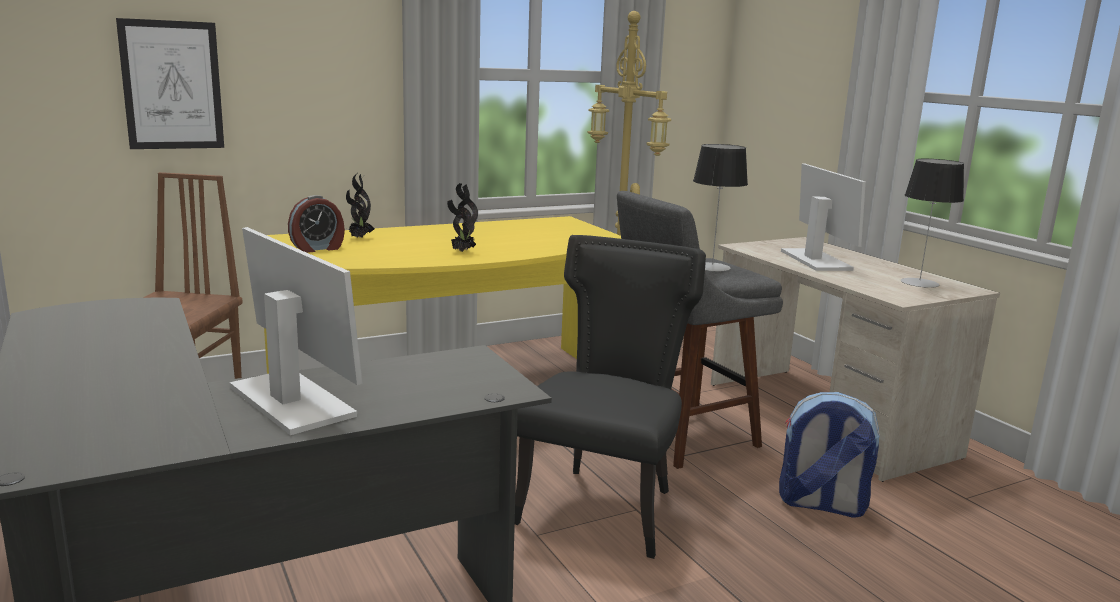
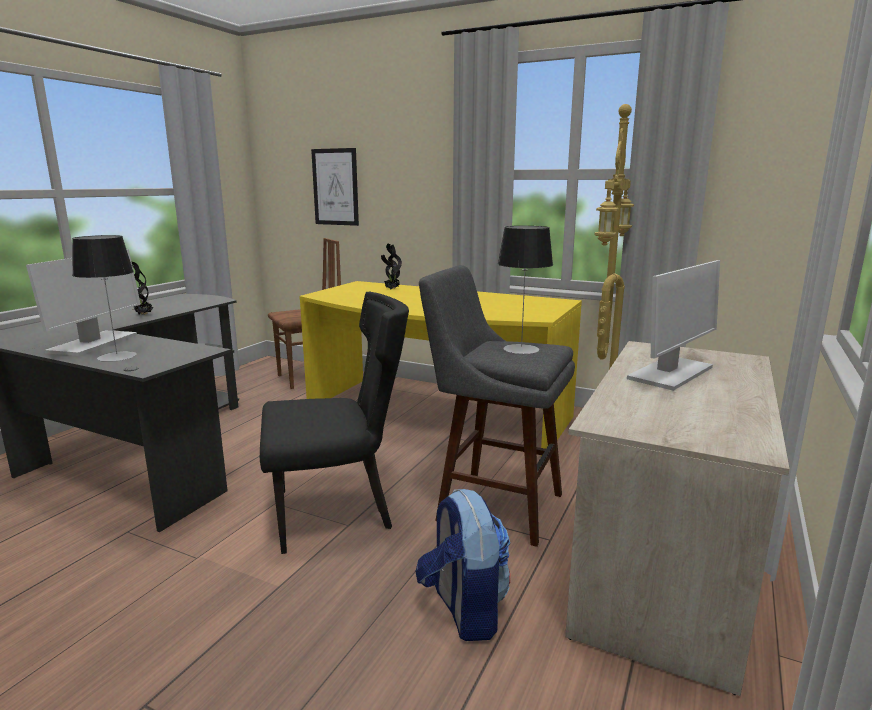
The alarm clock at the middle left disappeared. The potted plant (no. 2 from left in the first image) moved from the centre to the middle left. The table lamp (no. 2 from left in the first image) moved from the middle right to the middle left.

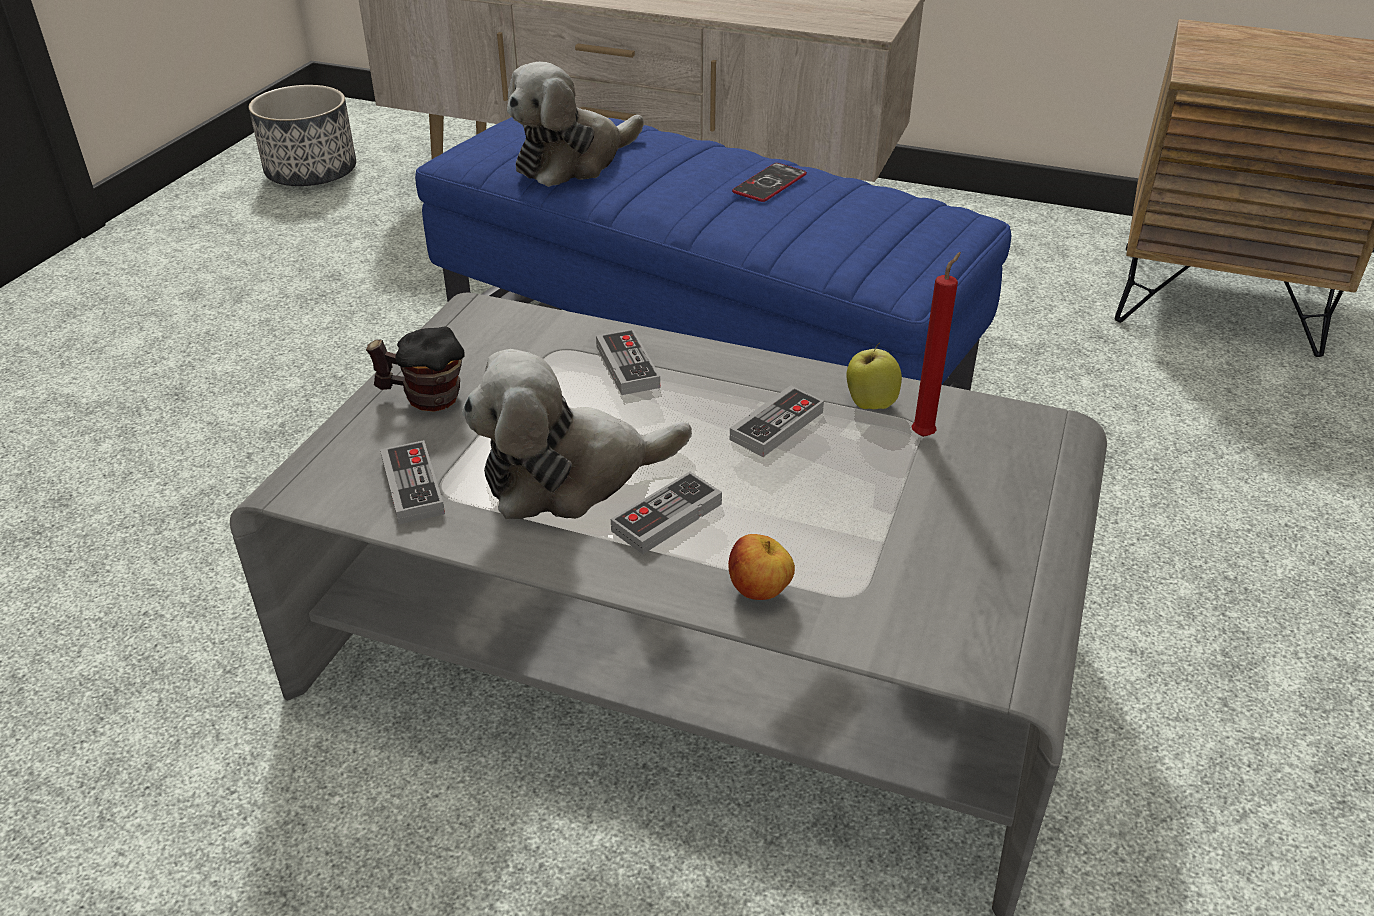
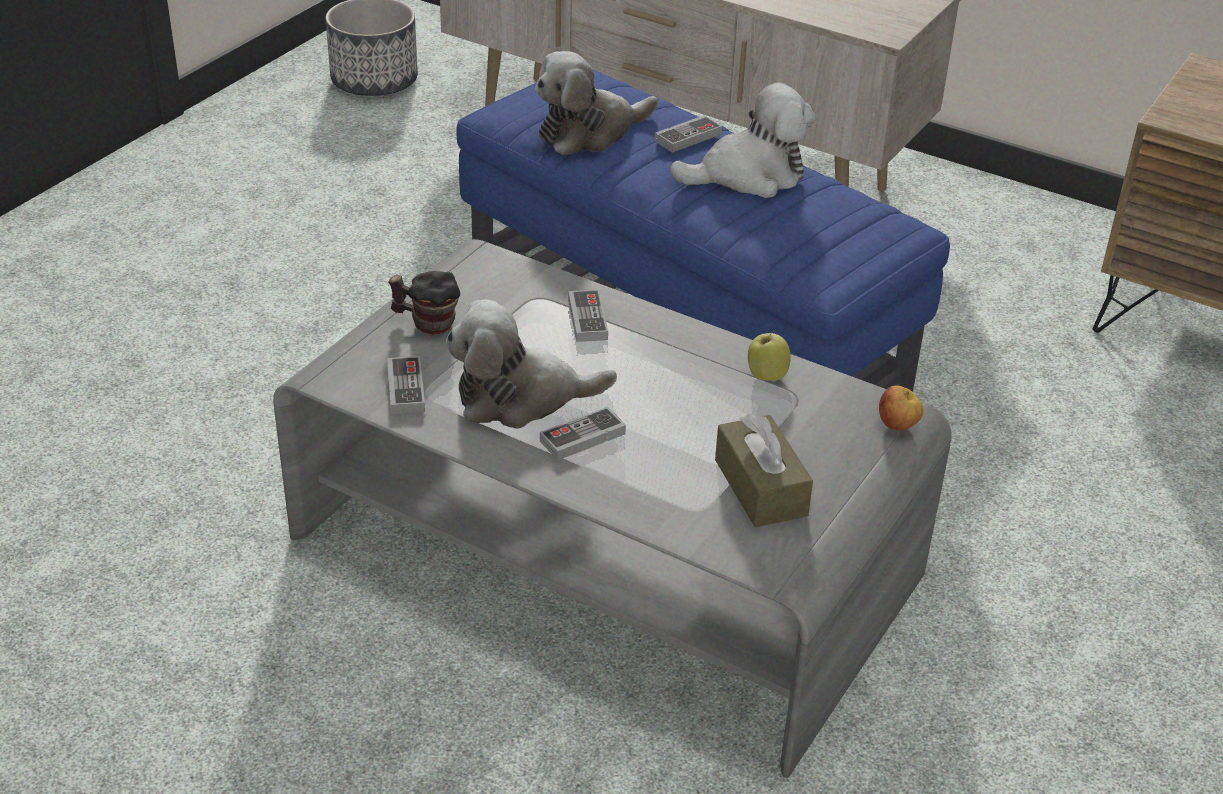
The apple (no. 1 from left in the first image) moved from the centre to the middle right. The game controller (no. 4 from left) moved from the centre to the top centre. The phone at the top centre was replaced by the plush toy (no. 3 from left) at the top centre. The red candle at the middle right disappeared. The brown tissue box at the centre appeared.

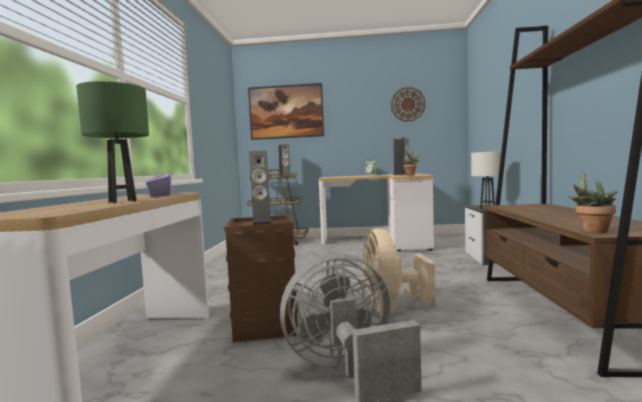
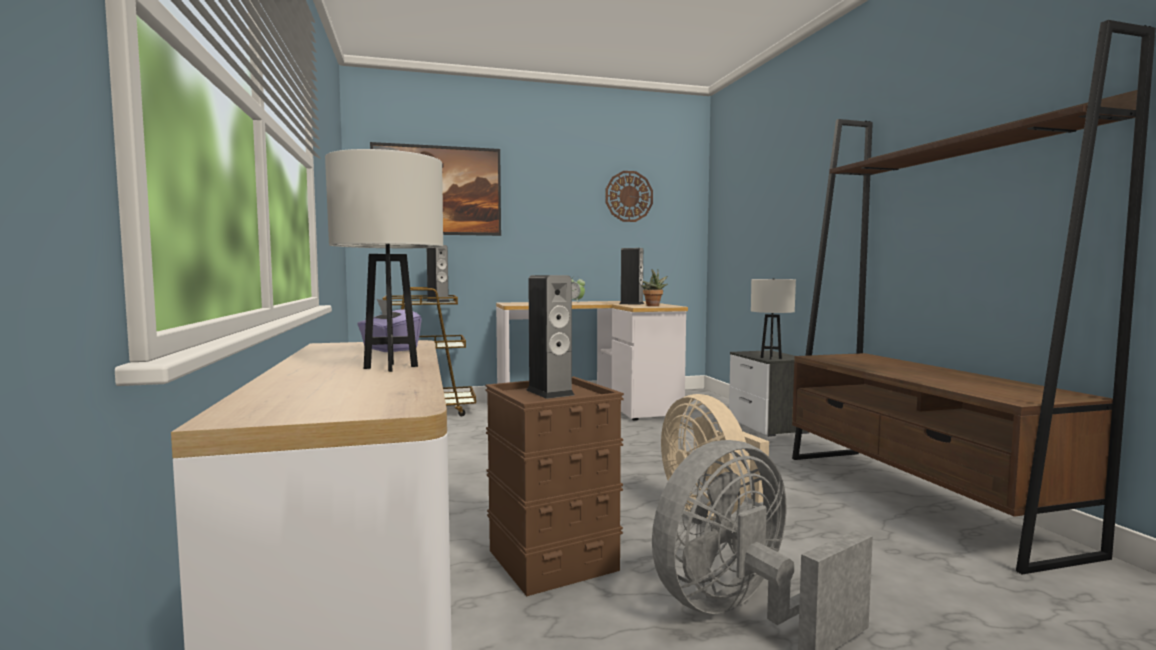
The green table lamp at the middle left became the white table lamp (no. 1 from left) at the middle left. The potted plant (no. 2 from left) at the middle right disappeared.

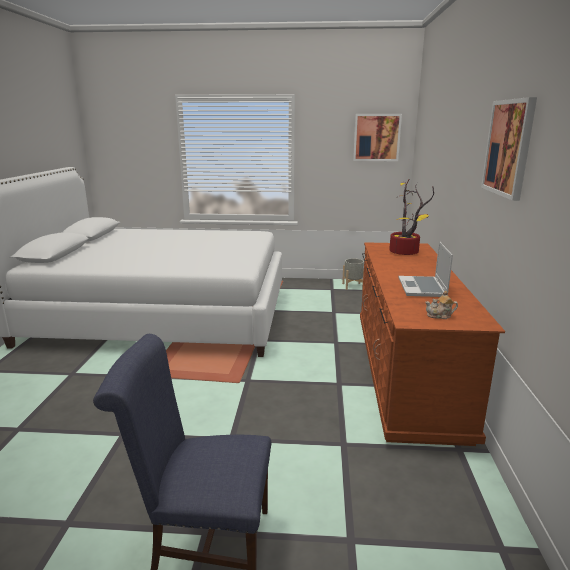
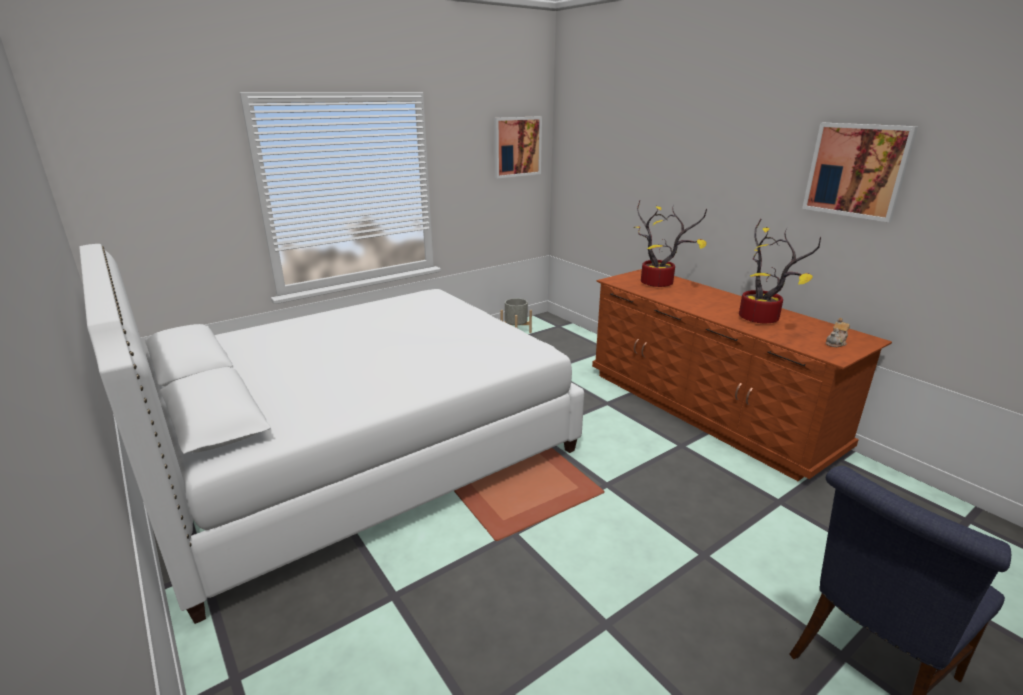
The laptop at the middle right was replaced by the potted plant (no. 2 from left) at the middle right.

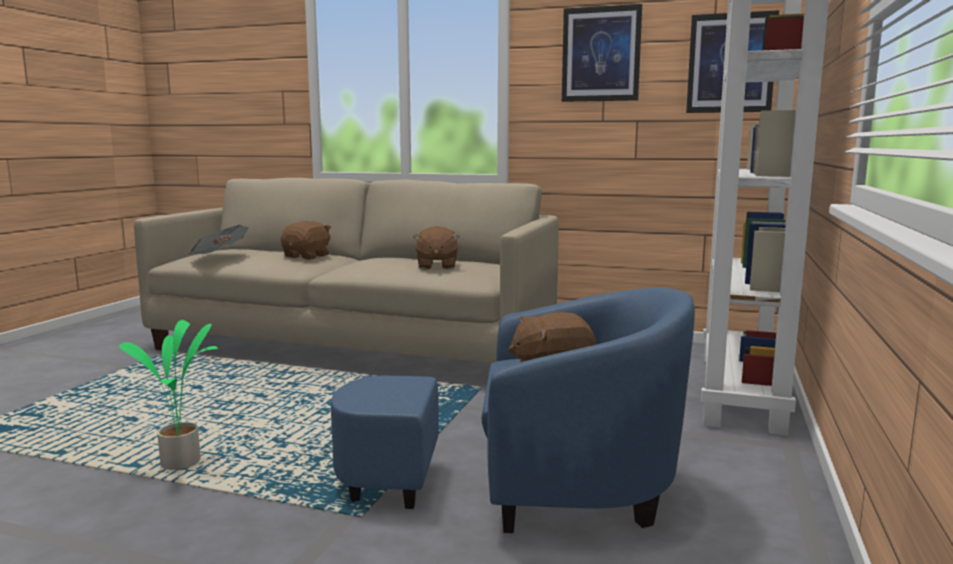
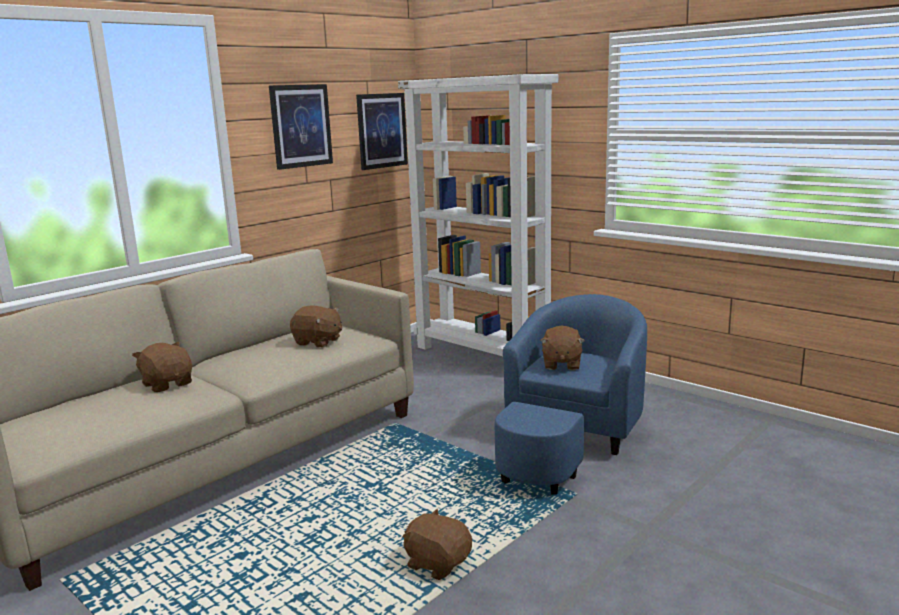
The potted plant at the bottom left was replaced by the brown plush toy (no. 3 from left) at the bottom centre. The newspaper at the middle left disappeared.

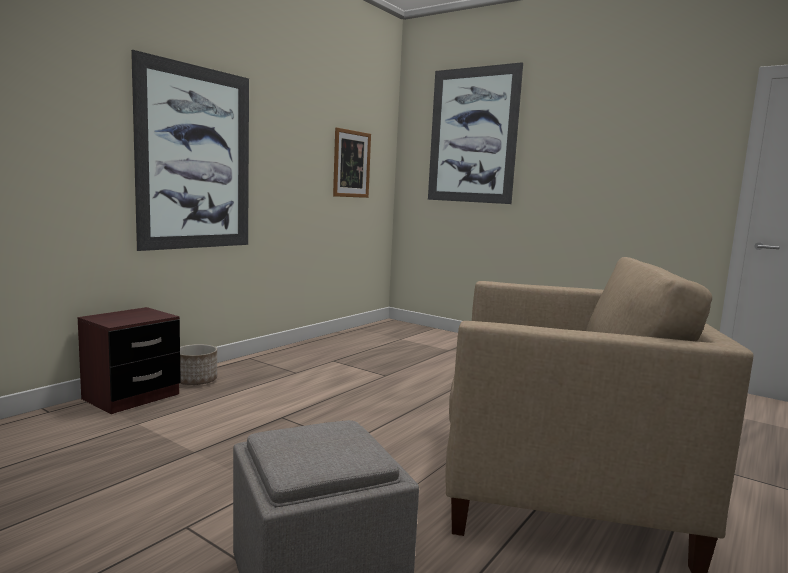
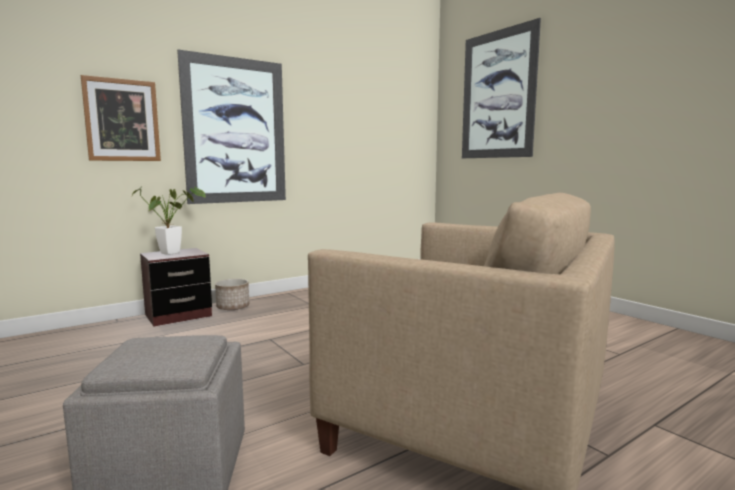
The picture (no. 2 from left in the first image) moved from the top centre to the top left. The potted plant at the middle left appeared.

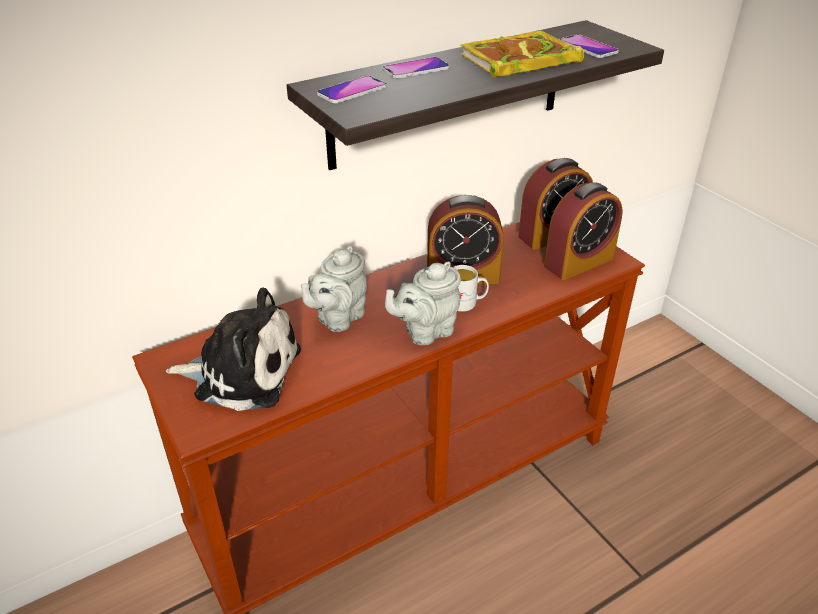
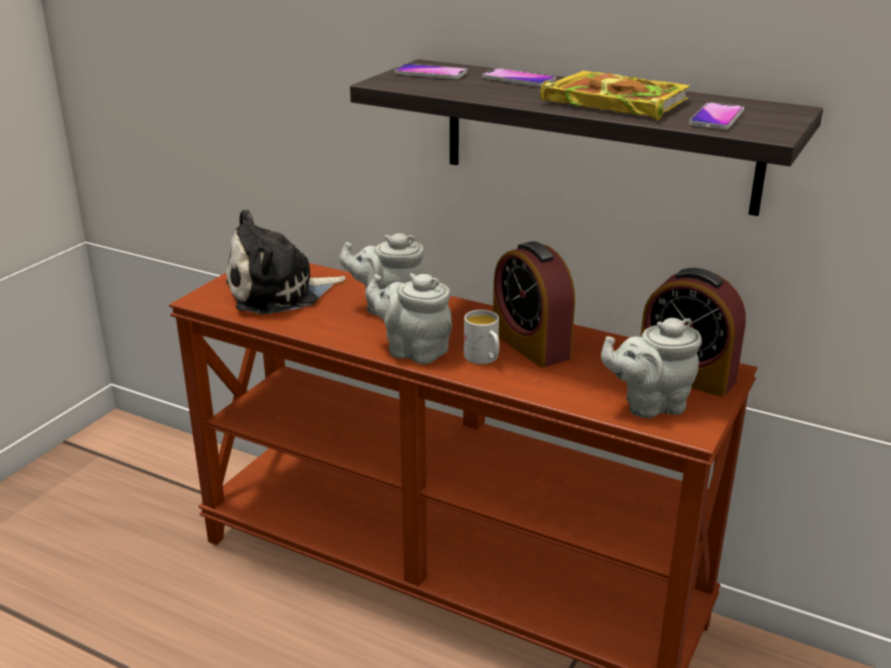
The plush toy at the middle left turned 90 degrees clockwise. The alarm clock (no. 3 from left) at the middle right was replaced by the grey teapot (no. 3 from left) at the middle right.

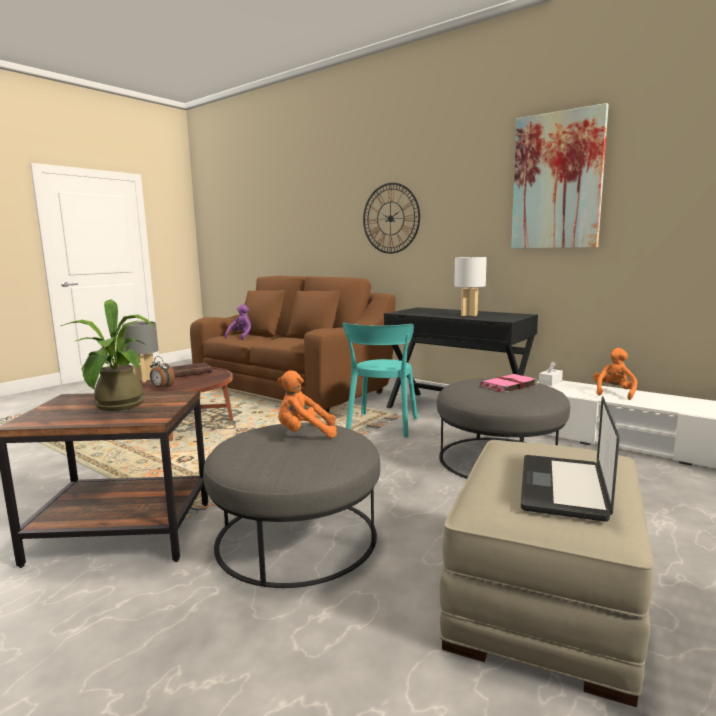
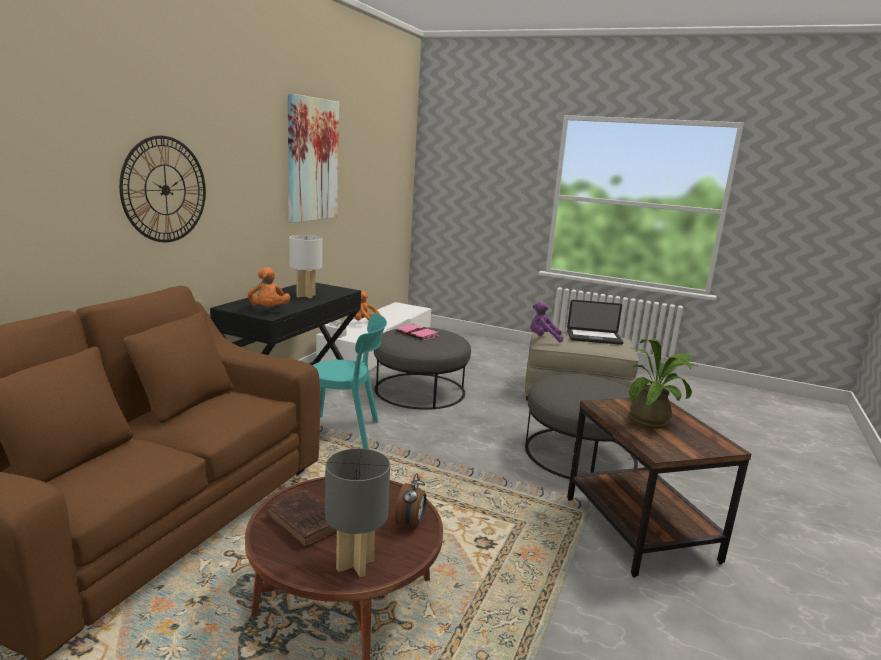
The purple plush toy moved from the middle left to the centre. The orange plush toy (no. 1 from left) moved from the centre to the middle left.

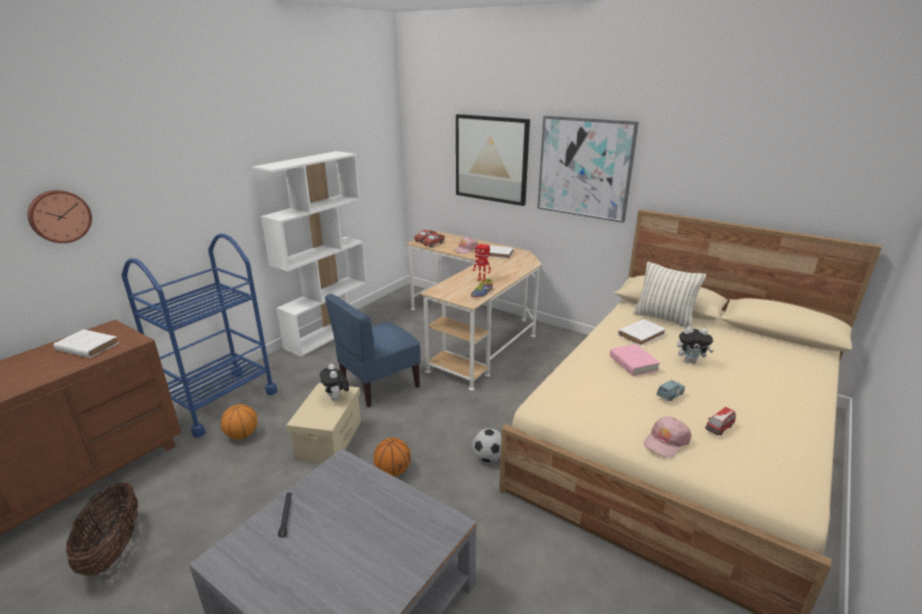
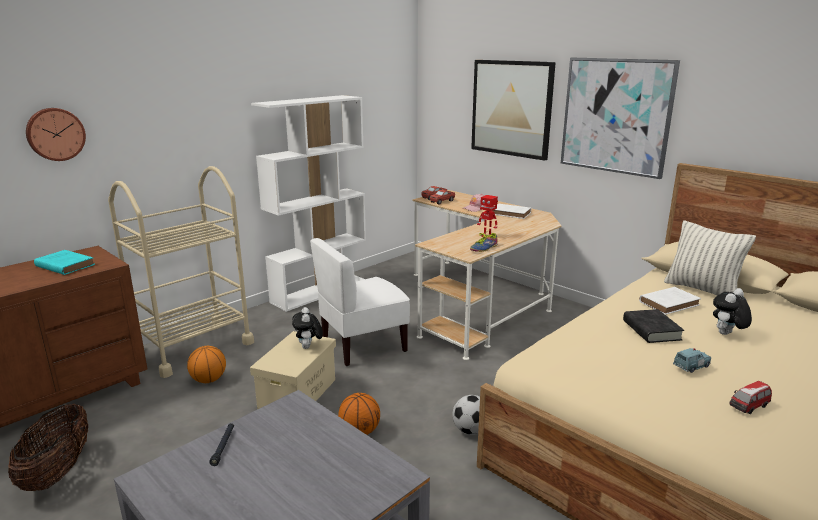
The white book (no. 1 from left) at the middle left became the turquoise book at the middle left. The blue cart at the middle left became the beige cart at the middle left. The blue chair at the centre became the white chair at the centre. The pink book at the middle right became the black book at the middle right. The pink cap (no. 2 from left) at the bottom right disappeared. The plush toy (no. 2 from left) at the middle right turned 120 degrees clockwise.

